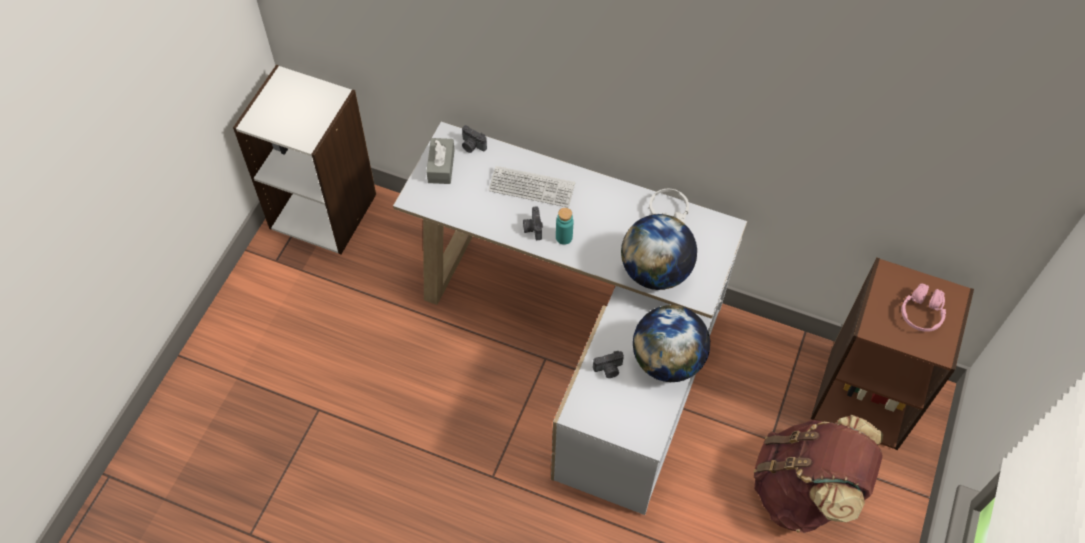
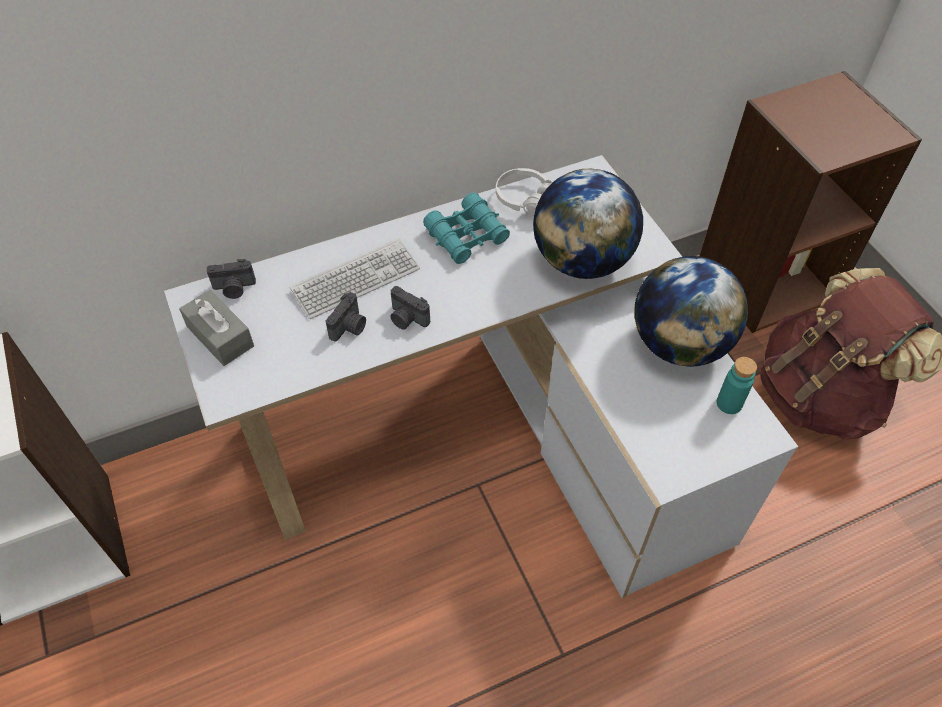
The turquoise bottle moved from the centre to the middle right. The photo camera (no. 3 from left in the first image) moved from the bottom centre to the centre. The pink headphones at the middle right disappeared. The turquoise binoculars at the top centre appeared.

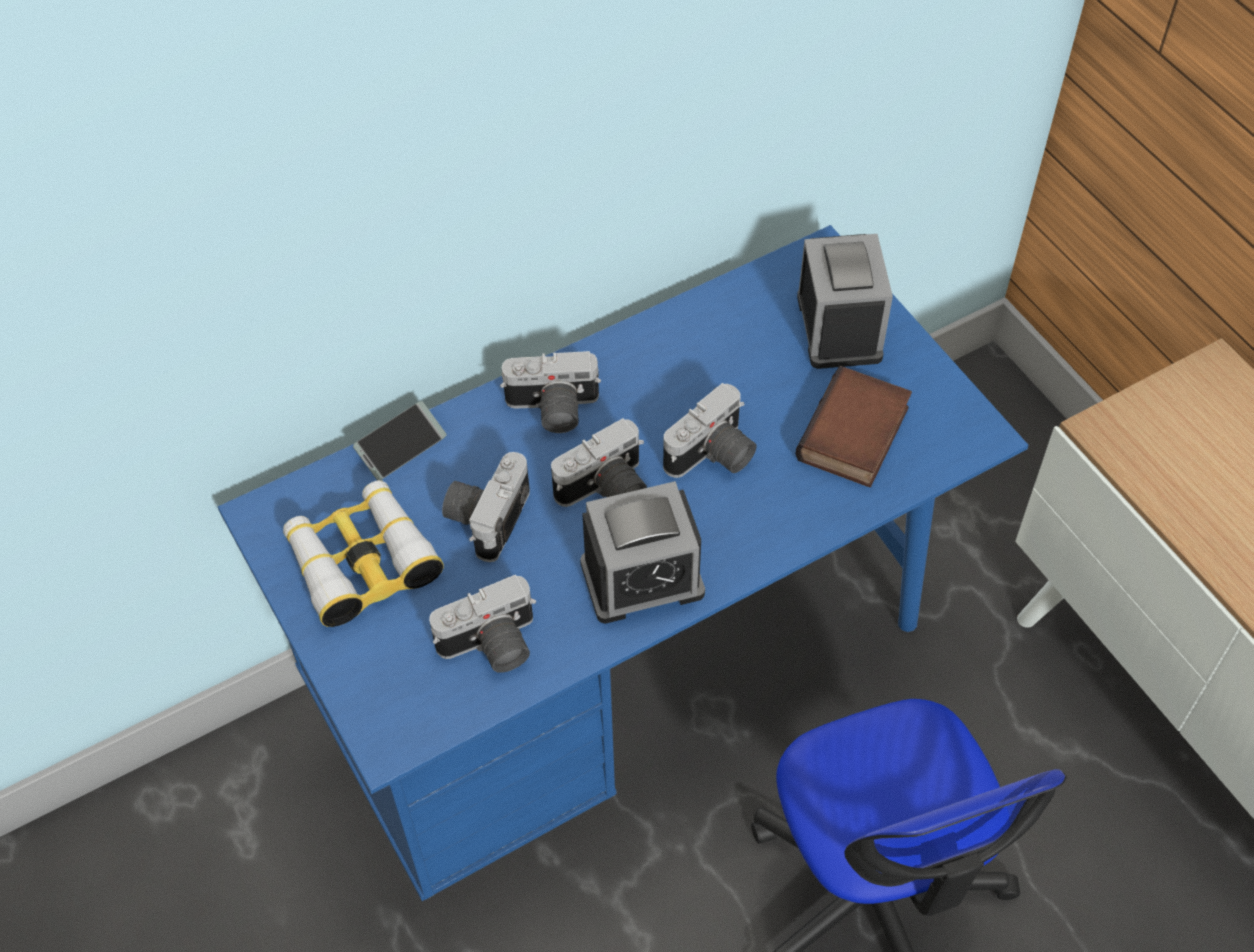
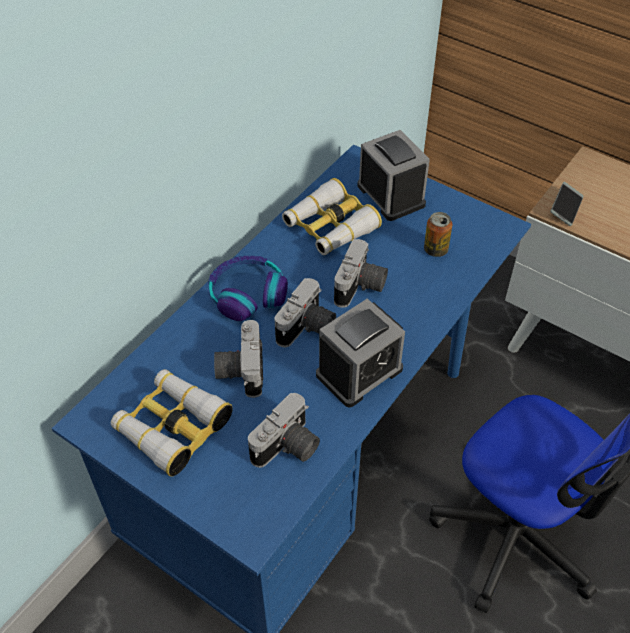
The phone moved from the middle left to the top right. The photo camera (no. 3 from left) at the centre was replaced by the headphones at the centre. The book at the middle right was replaced by the can at the middle right. The binoculars (no. 2 from left) at the centre appeared.

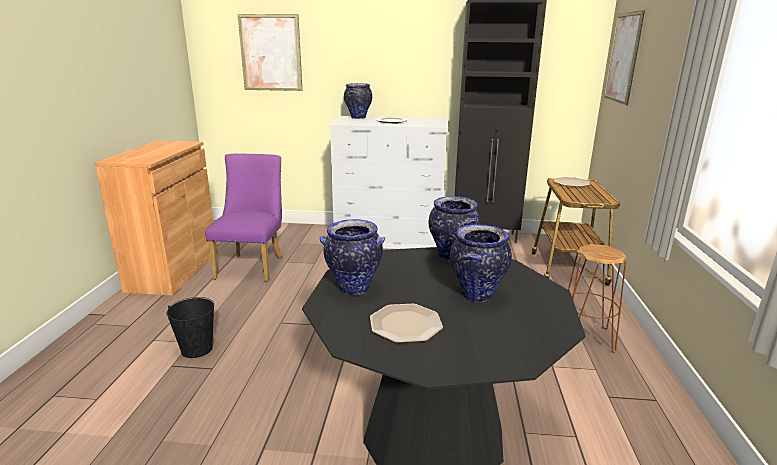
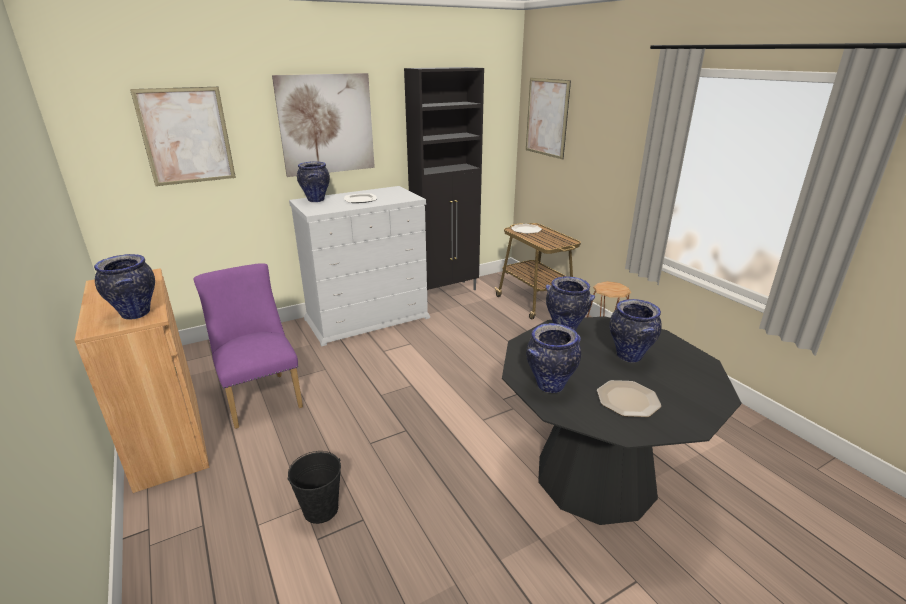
The vase (no. 1 from left) at the middle left appeared. The picture (no. 2 from left) at the top centre appeared.

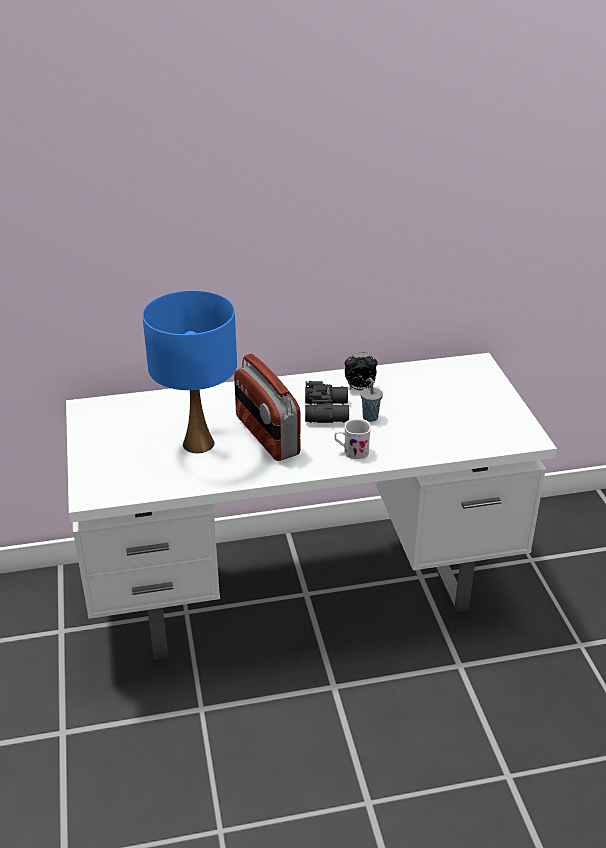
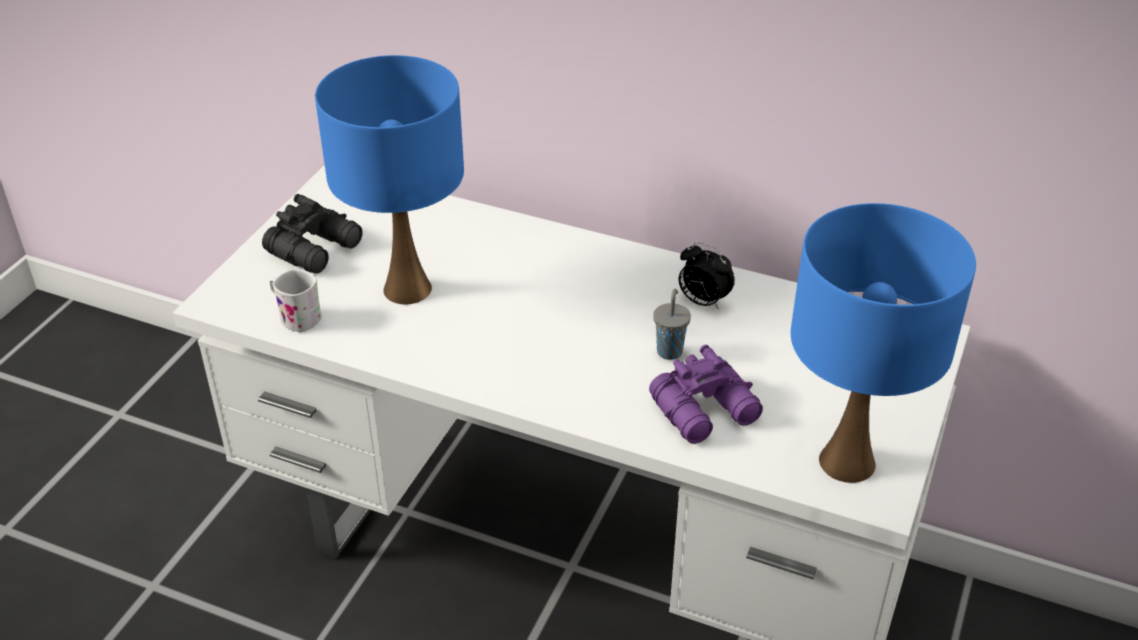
The radio at the centre disappeared. The black binoculars moved from the centre to the middle left. The white mug moved from the centre to the middle left. The purple binoculars at the centre appeared. The blue table lamp (no. 2 from left) at the middle right appeared.

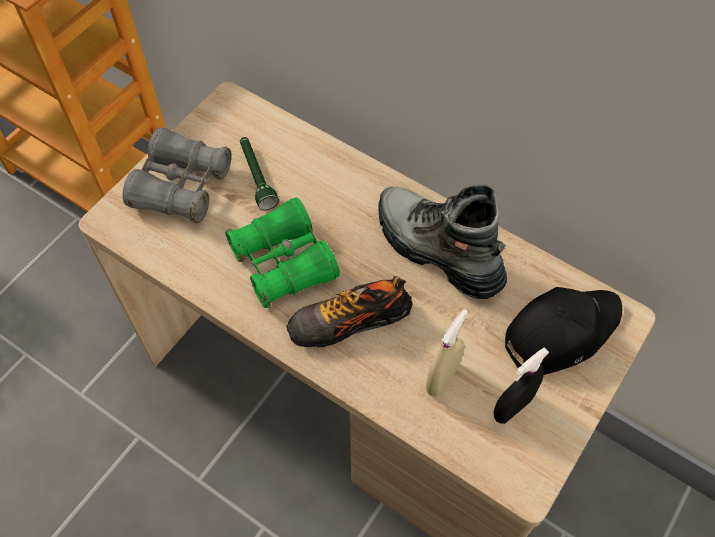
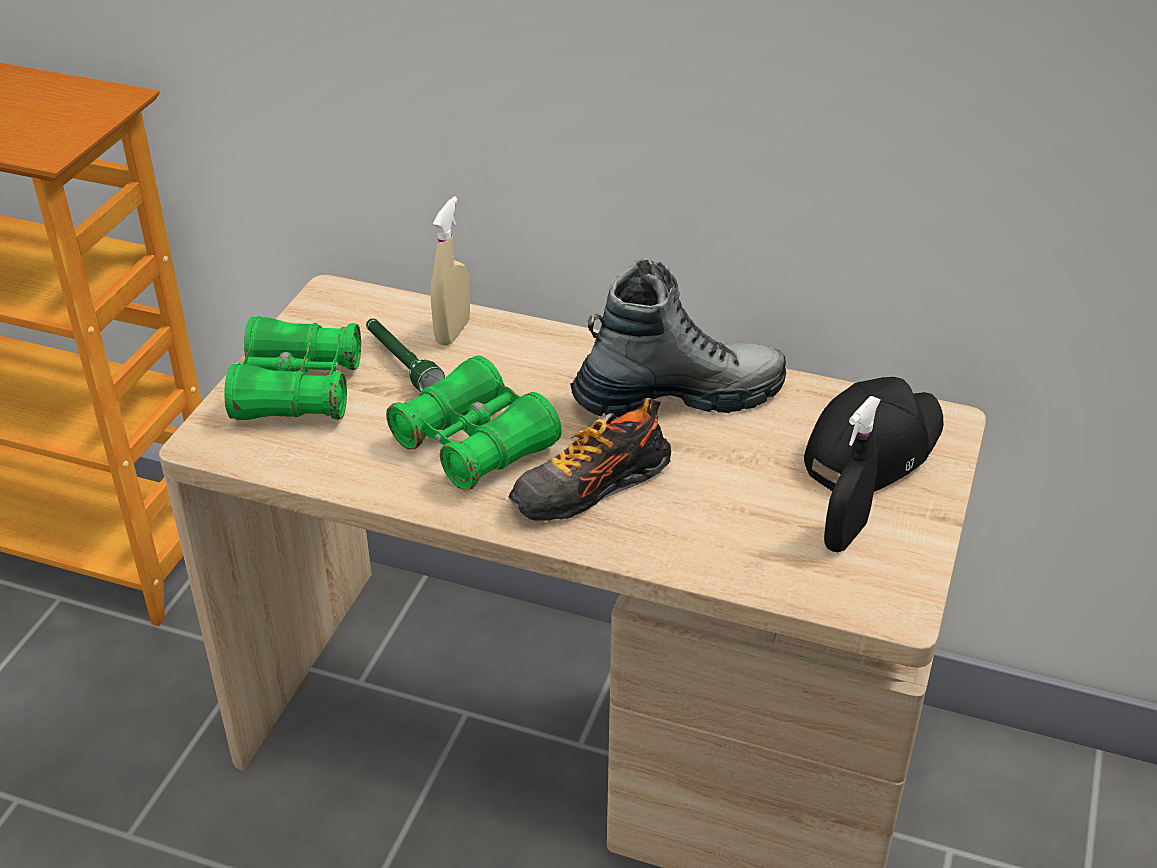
The grey binoculars at the top left became the green binoculars (no. 1 from left) at the middle left. The boot at the centre turned 135 degrees clockwise. The beige spray bottle moved from the centre to the top centre.

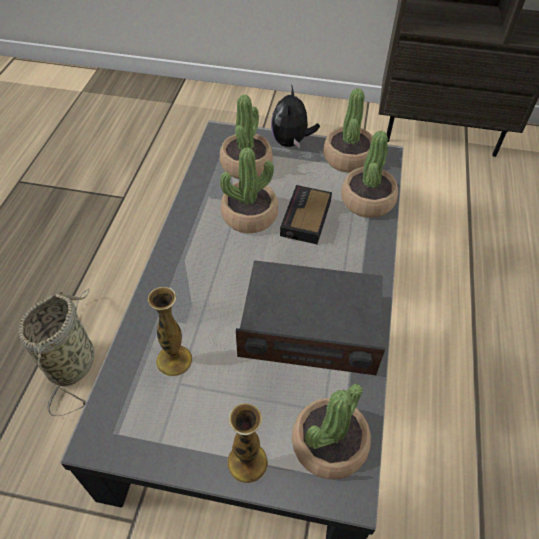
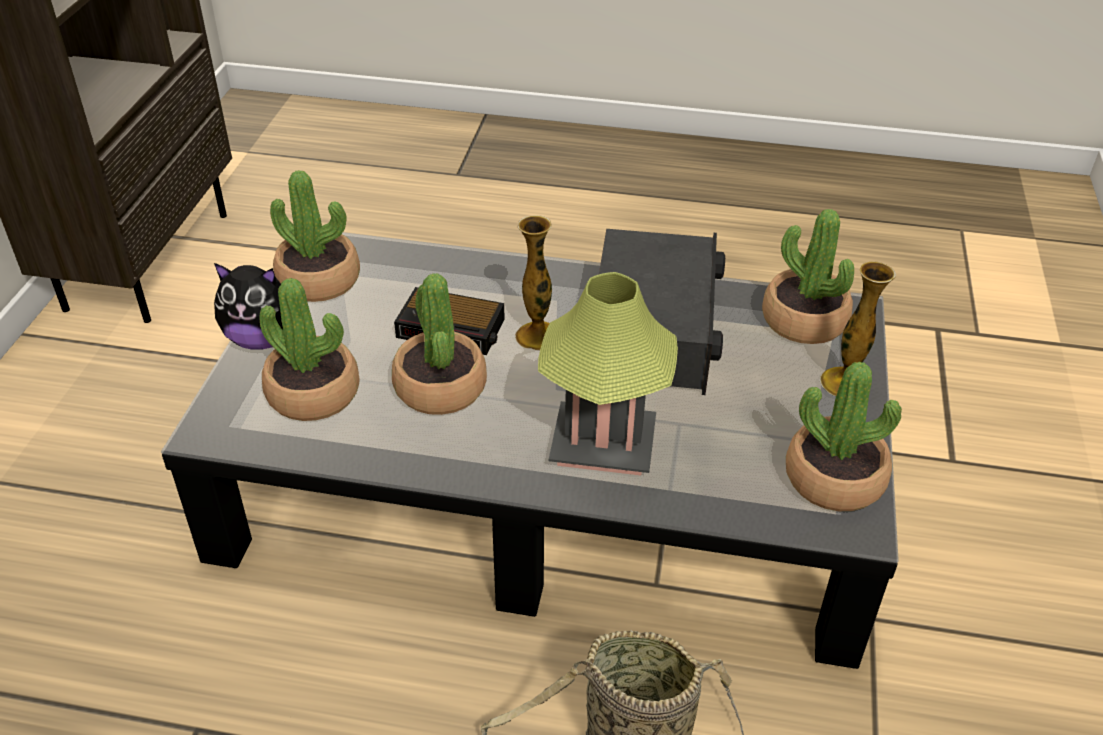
The vase (no. 1 from left) moved from the middle left to the centre. The potted plant (no. 5 from left) moved from the top right to the middle right. The table lamp at the centre appeared.

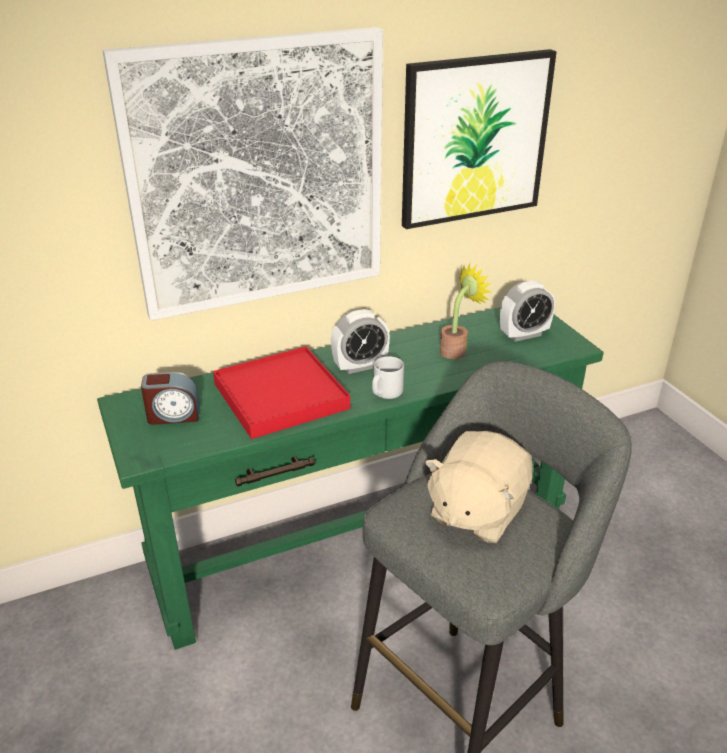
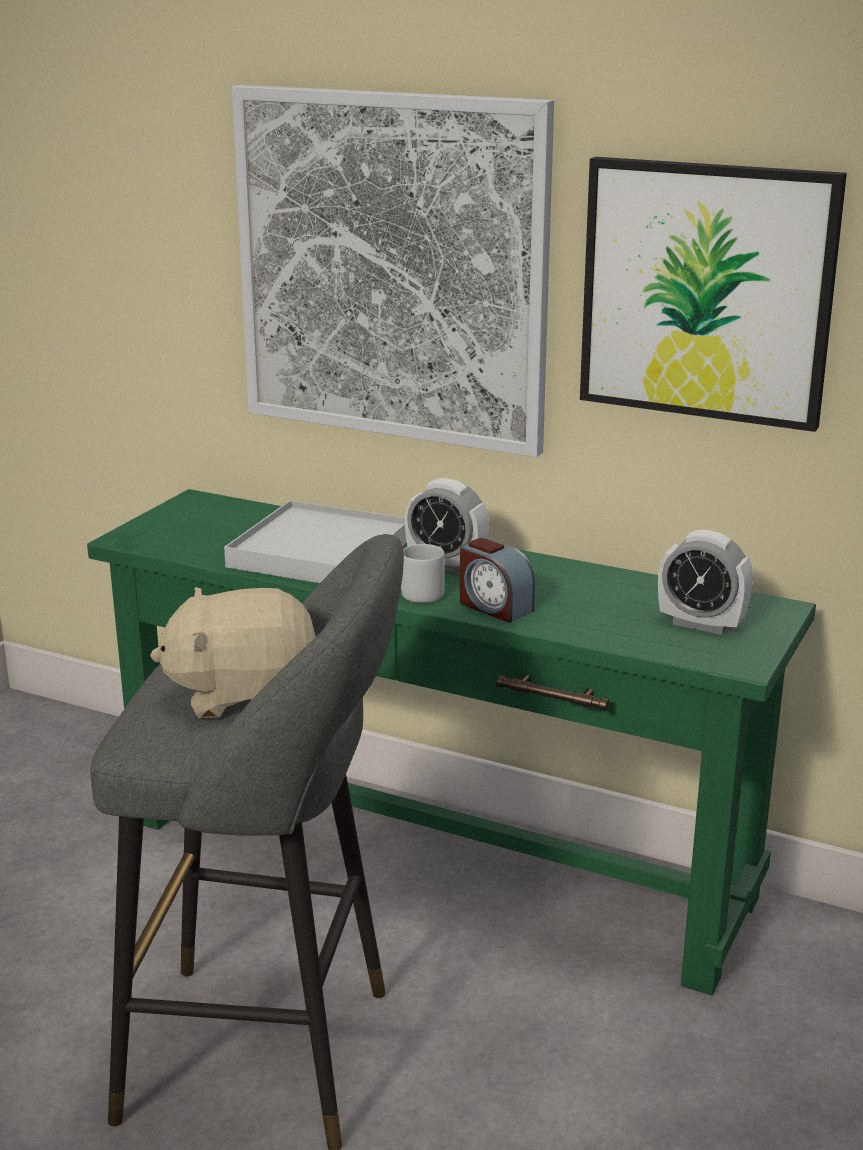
The alarm clock (no. 1 from left in the first image) moved from the middle left to the centre. The red tray at the centre became the white tray at the centre. The potted plant at the centre disappeared.

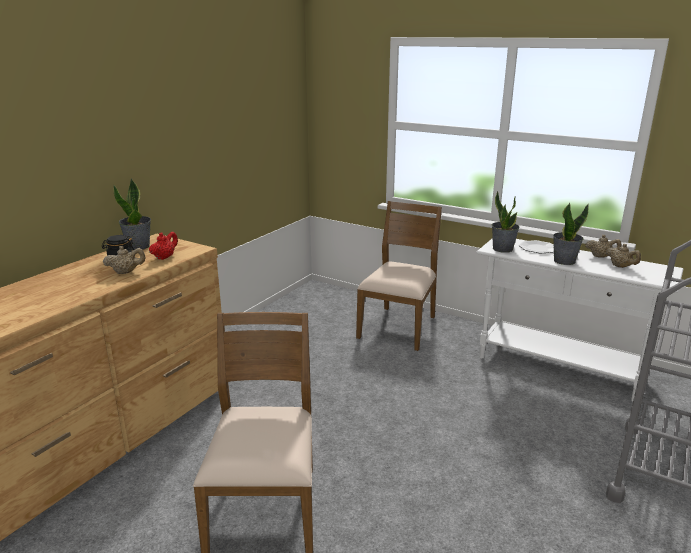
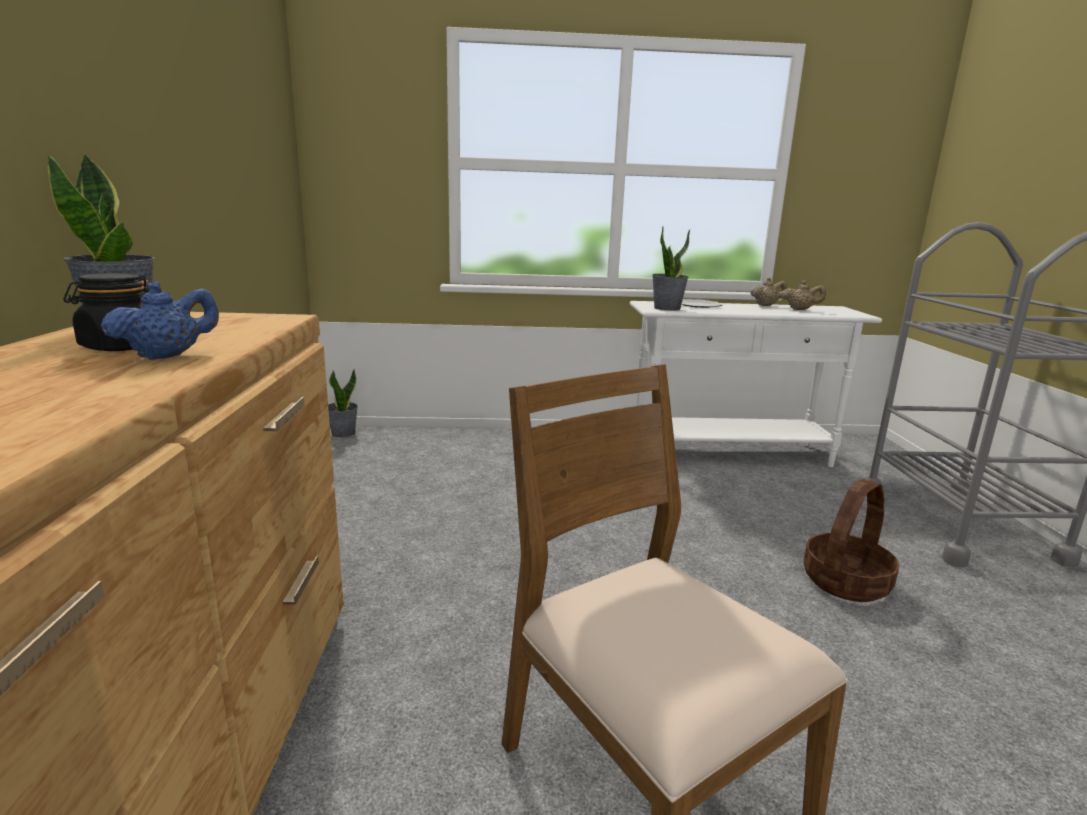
The beige teapot (no. 1 from left) at the middle left became the blue teapot at the middle left. The red teapot at the middle left disappeared. The brown chair (no. 2 from left) at the centre disappeared. The potted plant (no. 3 from left in the first image) moved from the middle right to the middle left. The basket at the middle right appeared.

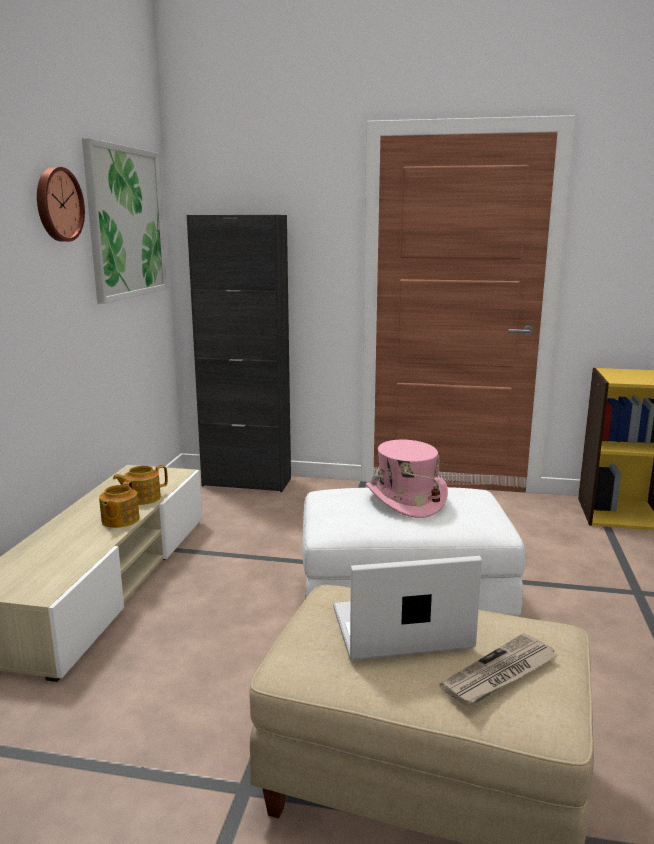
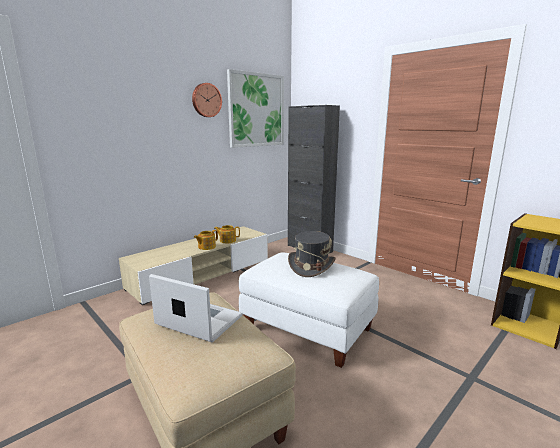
The pink hat at the centre became the grey hat at the centre. The newspaper at the bottom right disappeared.

